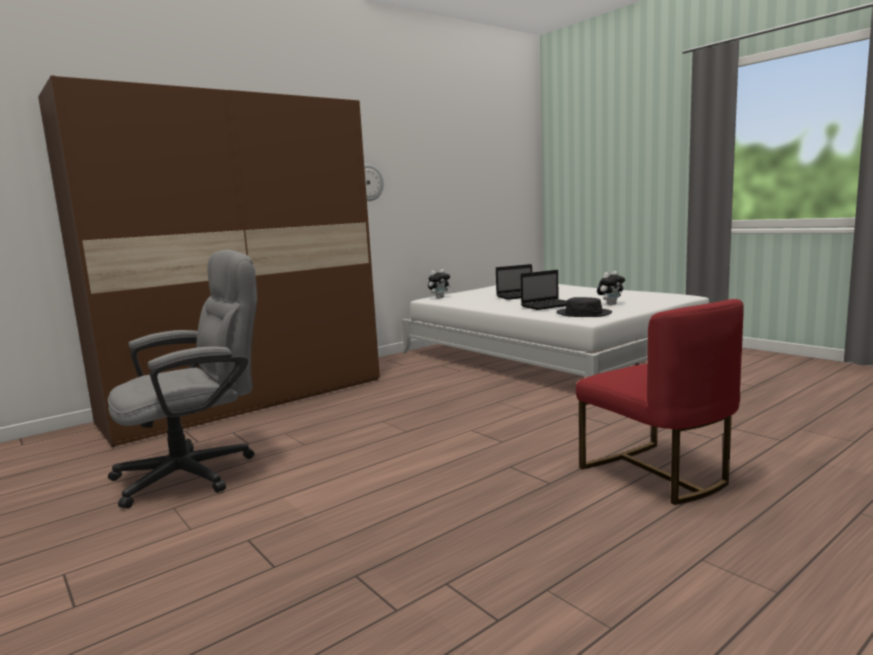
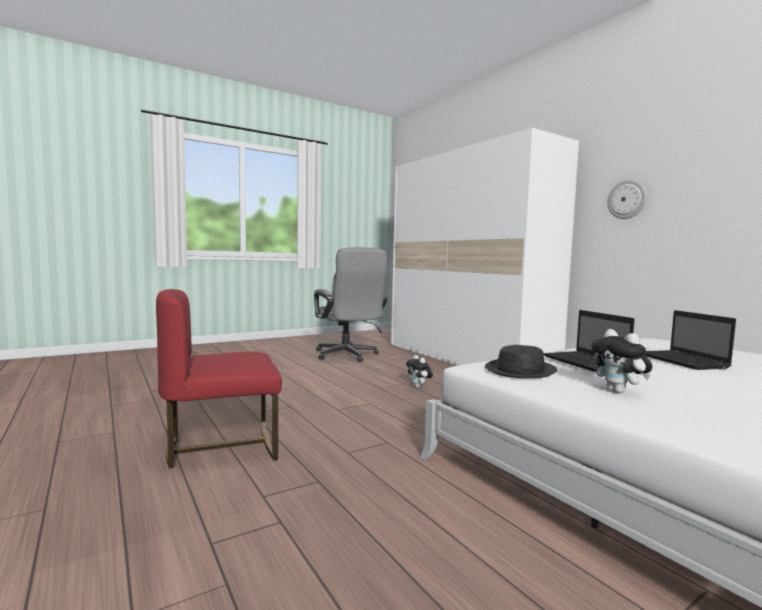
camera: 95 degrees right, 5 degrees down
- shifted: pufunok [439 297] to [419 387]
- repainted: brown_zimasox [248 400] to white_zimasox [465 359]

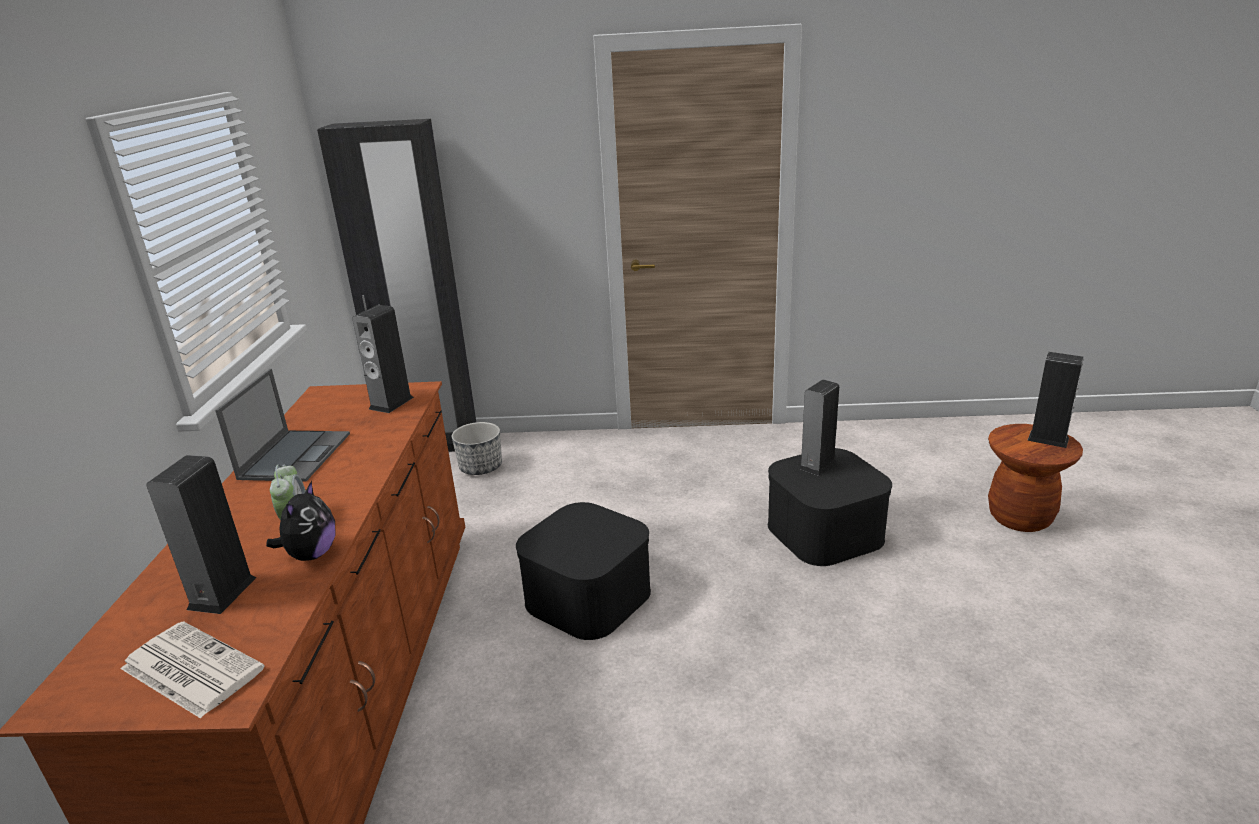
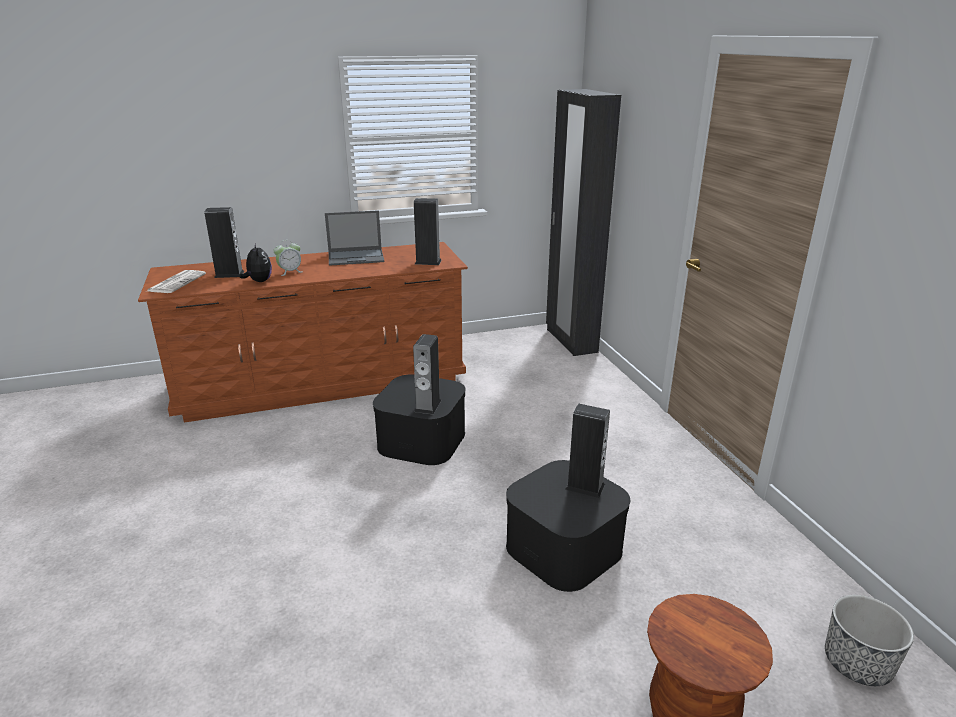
camera: 70 degrees right, 0 degrees up
- shifted: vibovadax [481 467] to [857 663]
- shifted: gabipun [1048 439] to [428 406]
- rotated: pufunok [311 554] = [259 281] 105 degrees counterclockwise

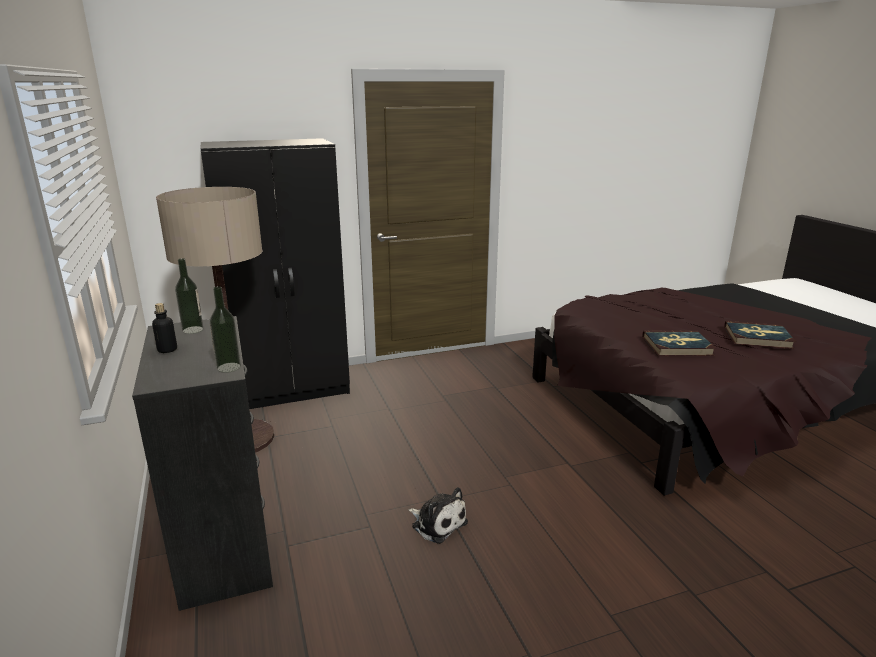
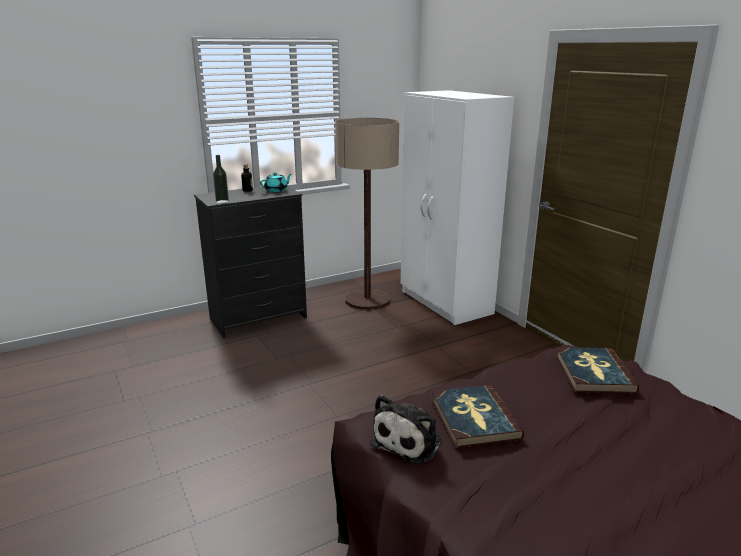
camera: 80 degrees right, 0 degrees up
- shifted: pufunok [437 523] to [409 440]
- shifted: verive [757 338] to [593 373]
- swapped: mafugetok [193 330] to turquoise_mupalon [276 190]
- repainted: black_zimasox [293 390] to white_zimasox [445 303]

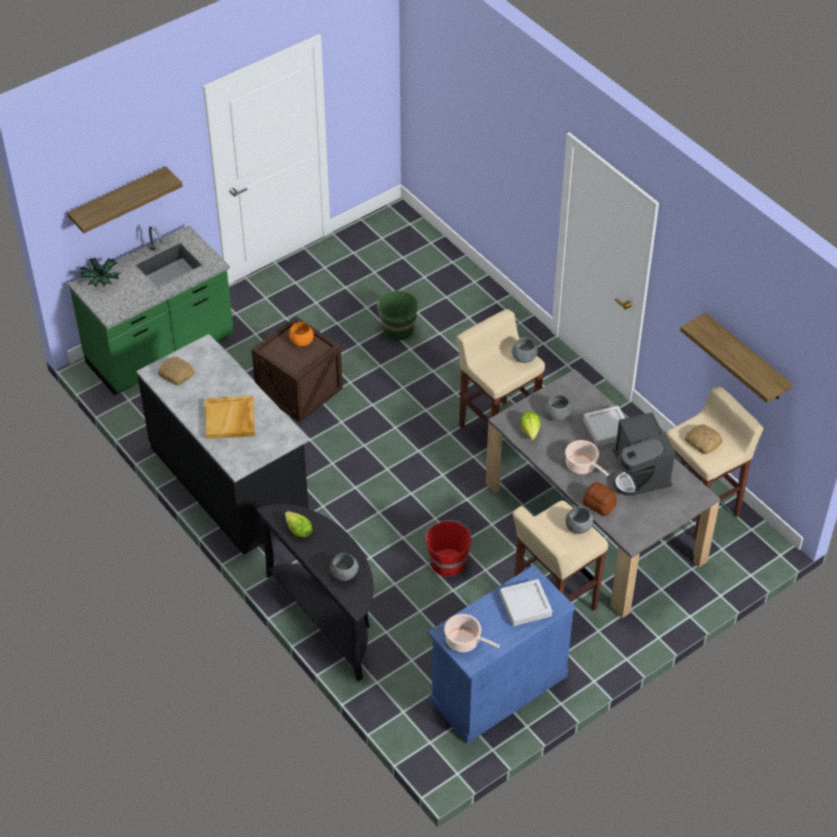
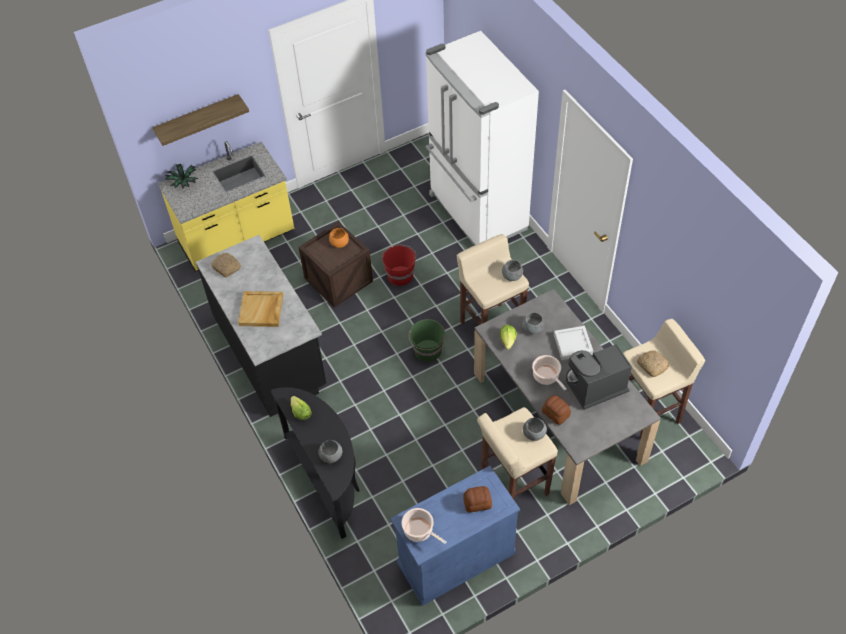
camera: 10 degrees right, 5 degrees up
- gone: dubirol [745 358]
- new: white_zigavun [476 213]
- shifted: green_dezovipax [398 329] to [428 351]
- shifted: red_dezovipax [447 561] to [400 275]
- swapped: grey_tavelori [525 605] to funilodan [477 502]
- repainted: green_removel [161 353] to yellow_removel [237 240]
- rotated: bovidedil [640 473] = [594 388] 75 degrees clockwise

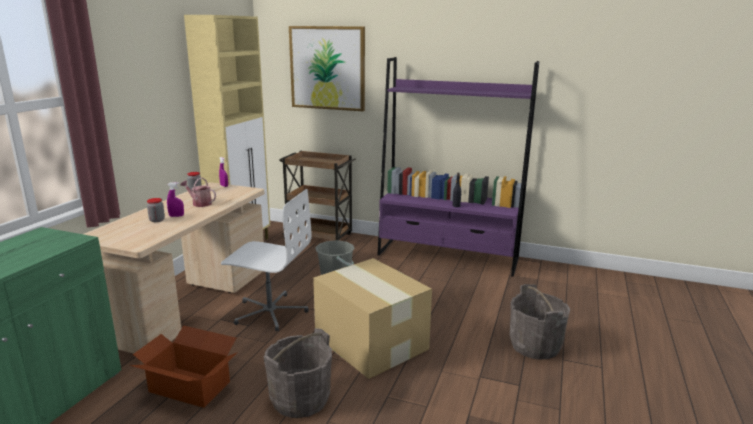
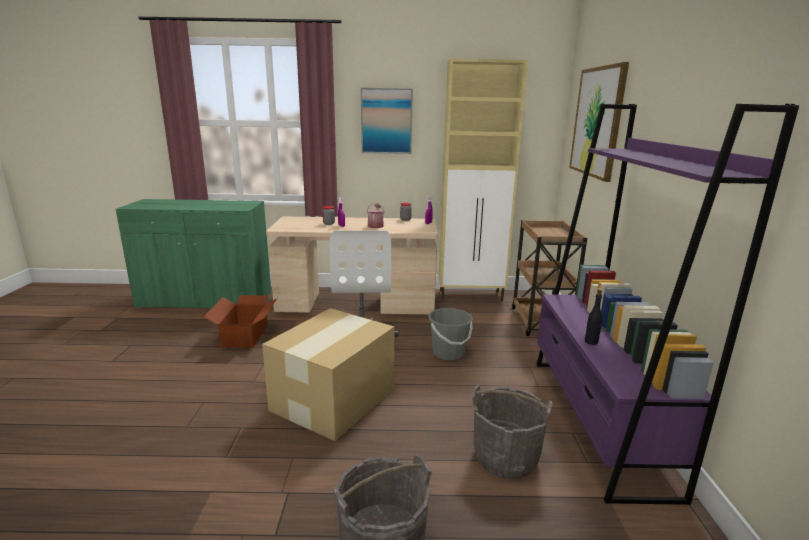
camera: 70 degrees right, 0 degrees up
- new: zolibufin [386 121]
- shifted: grey_dezovipax [300 399] to [505 457]

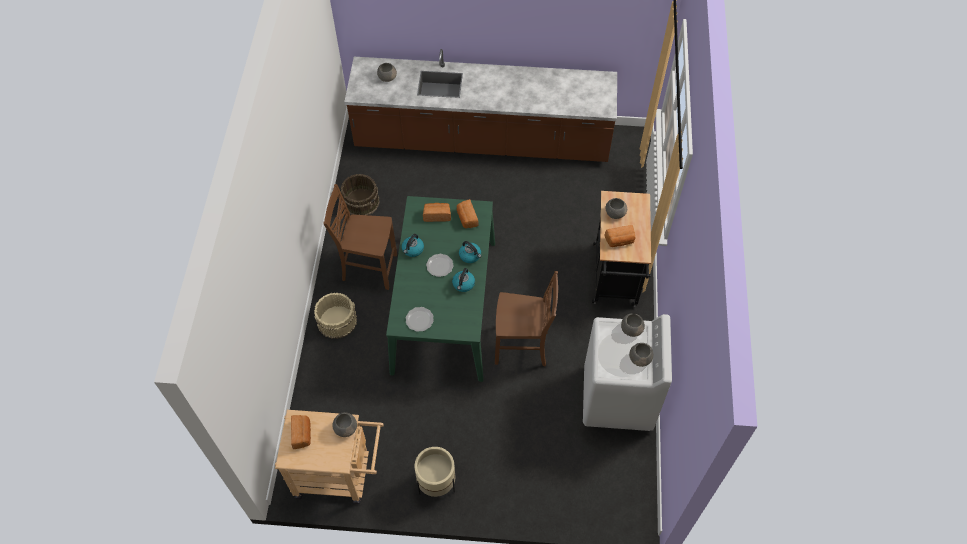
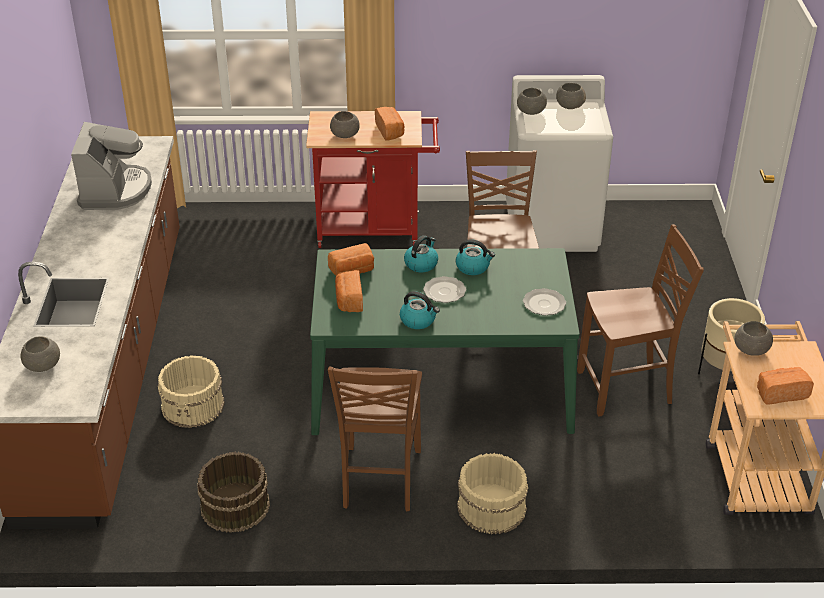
camera: 95 degrees left, 20 degrees down
- new: bovidedil [115 191]
- new: beige_dezovipax [193 405]
- new: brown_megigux [626 389]
- repainted: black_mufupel [615 279] to red_mufupel [375 230]

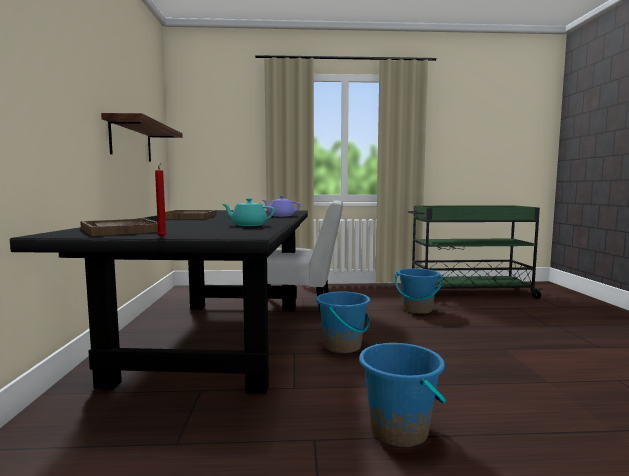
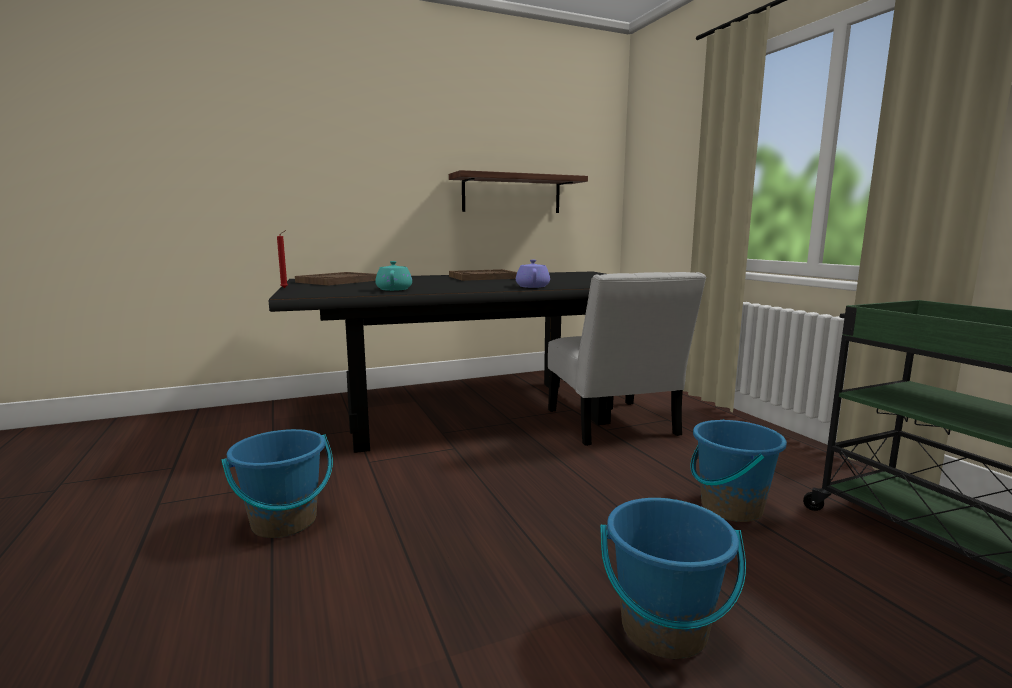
camera: 70 degrees right, 5 degrees up
- shifted: blue_dezovipax [343 346] to [664 629]

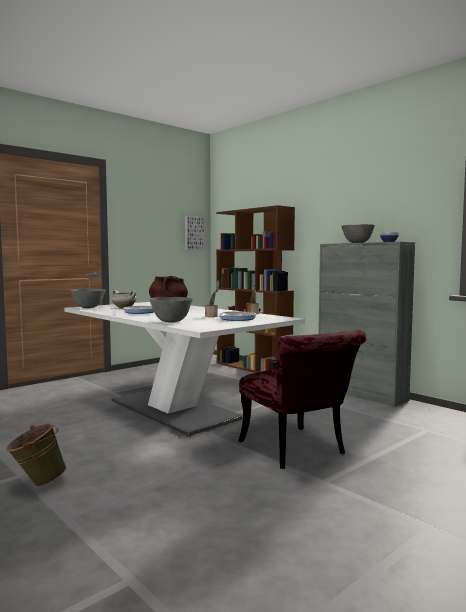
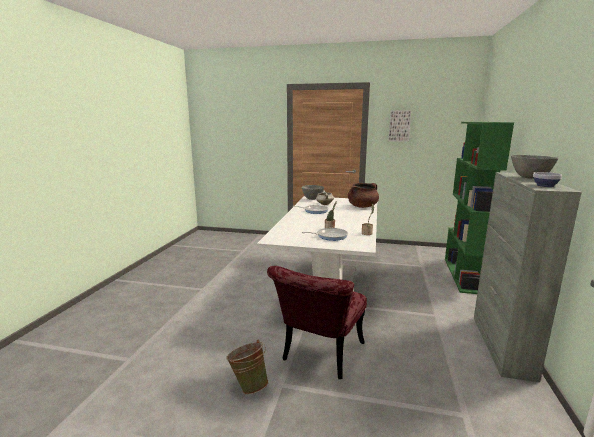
camera: 55 degrees right, 10 degrees up
- gone: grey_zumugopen [171 321]
- shifted: green_dezovipax [37 483] to [248 385]
- shifted: zolibufin [193 233] to [399 126]
- repainted: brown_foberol [253 368] to green_foberol [464 275]

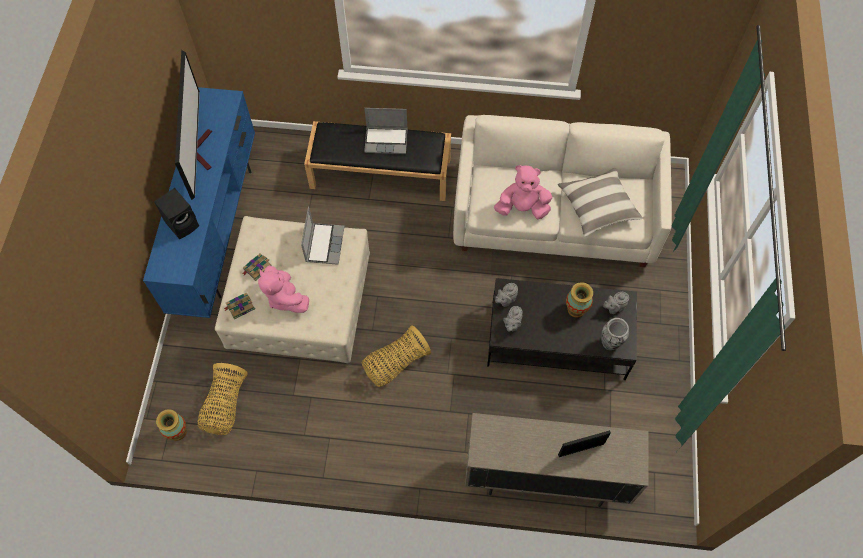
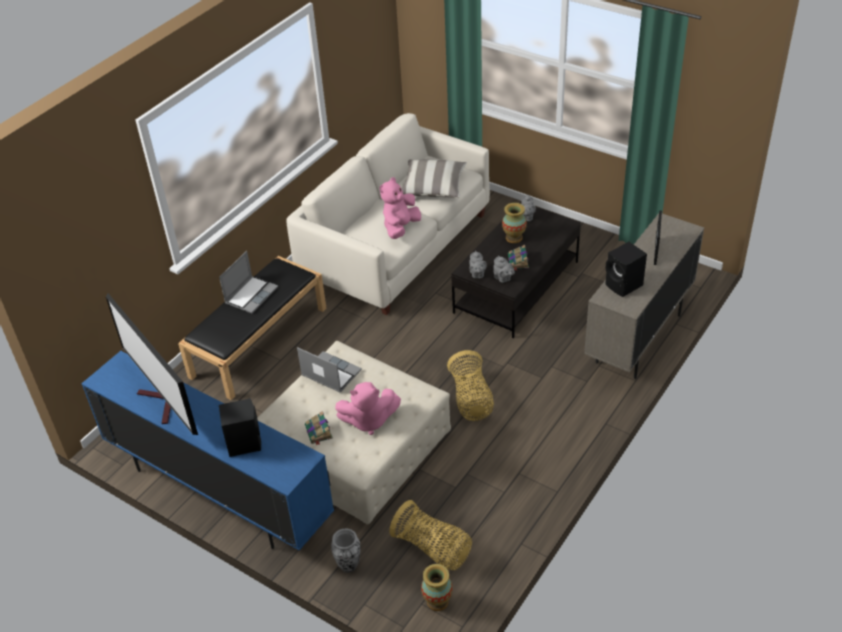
camera: 60 degrees left, 20 degrees down
- new: black_gabipun [624 286]
- shifted: verive [240 307] to [518 262]
- shifted: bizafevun [610 343] to [349 565]
- rotated: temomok [200 149] = [162 403] 150 degrees counterclockwise

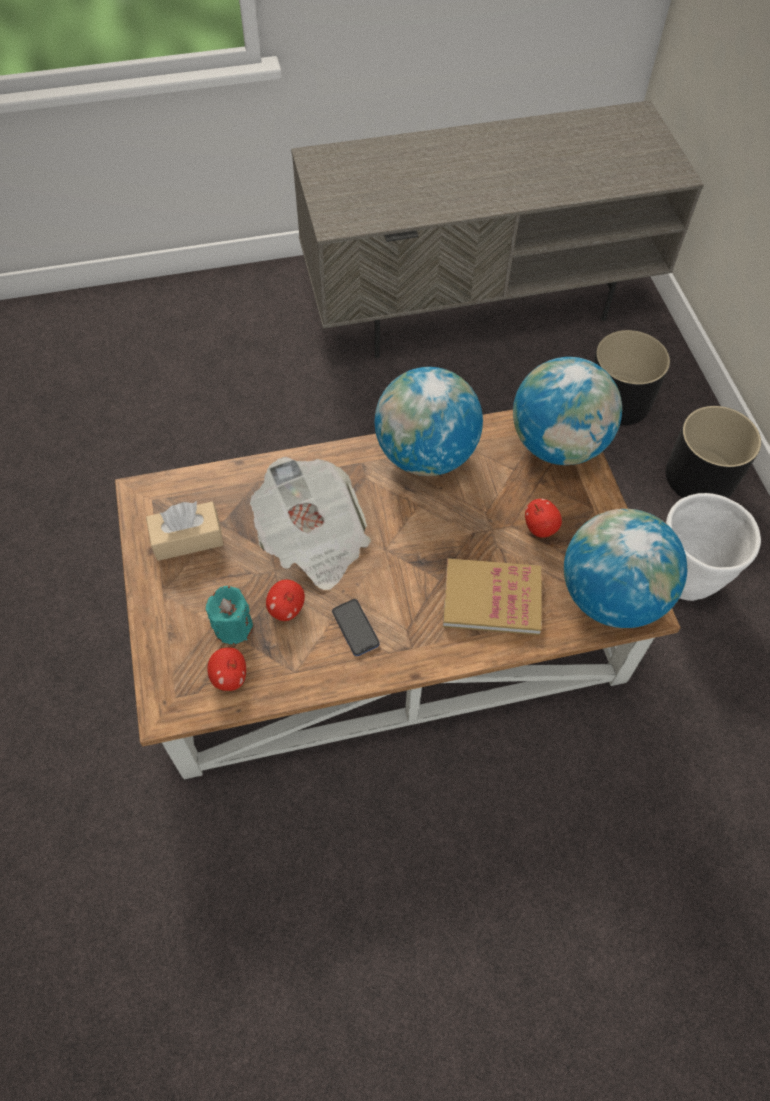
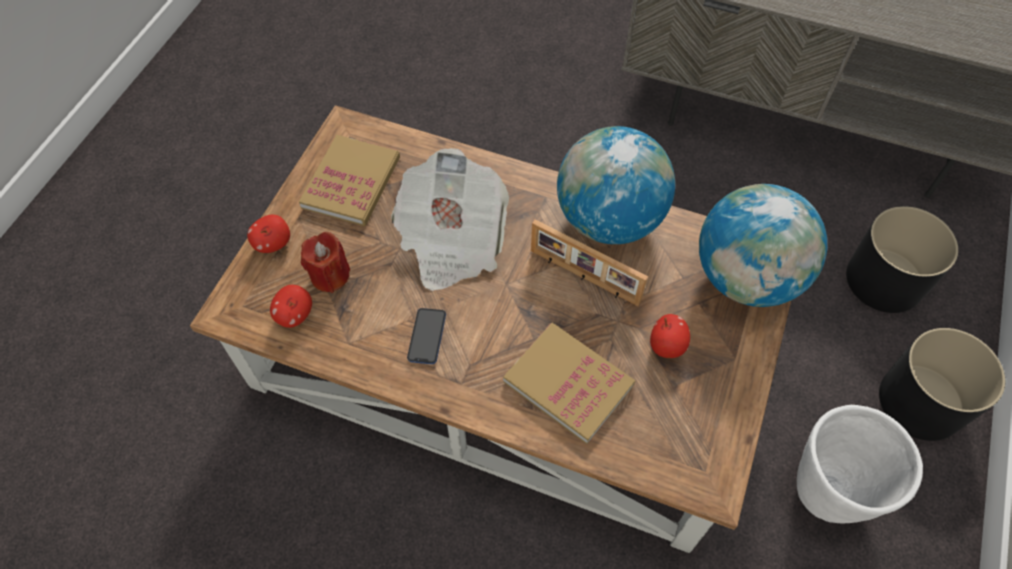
camera: 35 degrees right, 0 degrees up
- gone: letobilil [611 596]
- new: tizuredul [583 277]
- shifted: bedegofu [286 608] to [273 244]
- swapped: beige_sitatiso [187 538] to verive [351 183]
- repainted: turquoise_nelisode [233 626] to red_nelisode [330 275]

